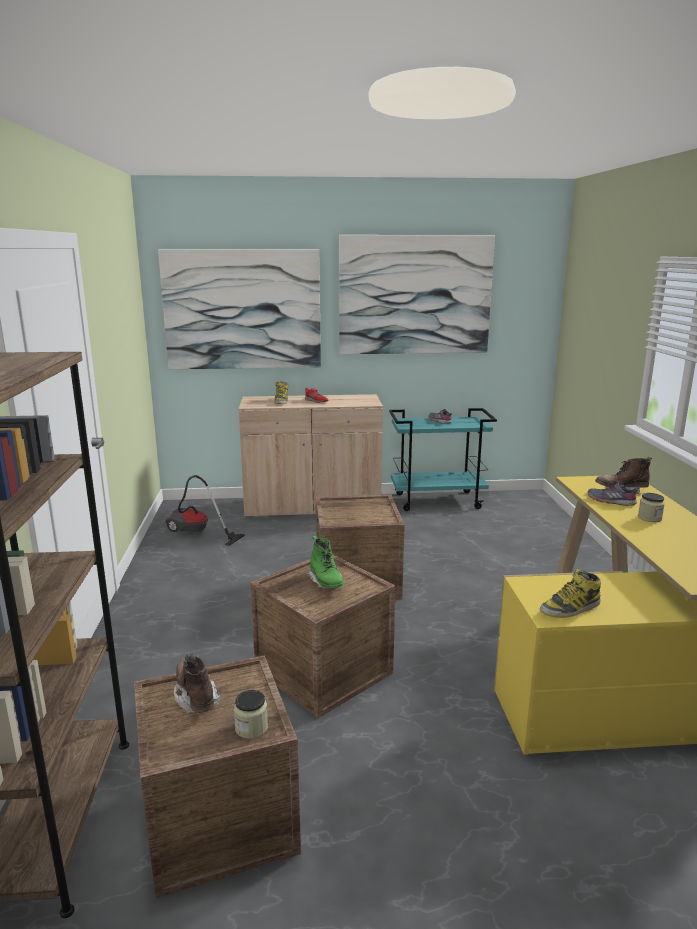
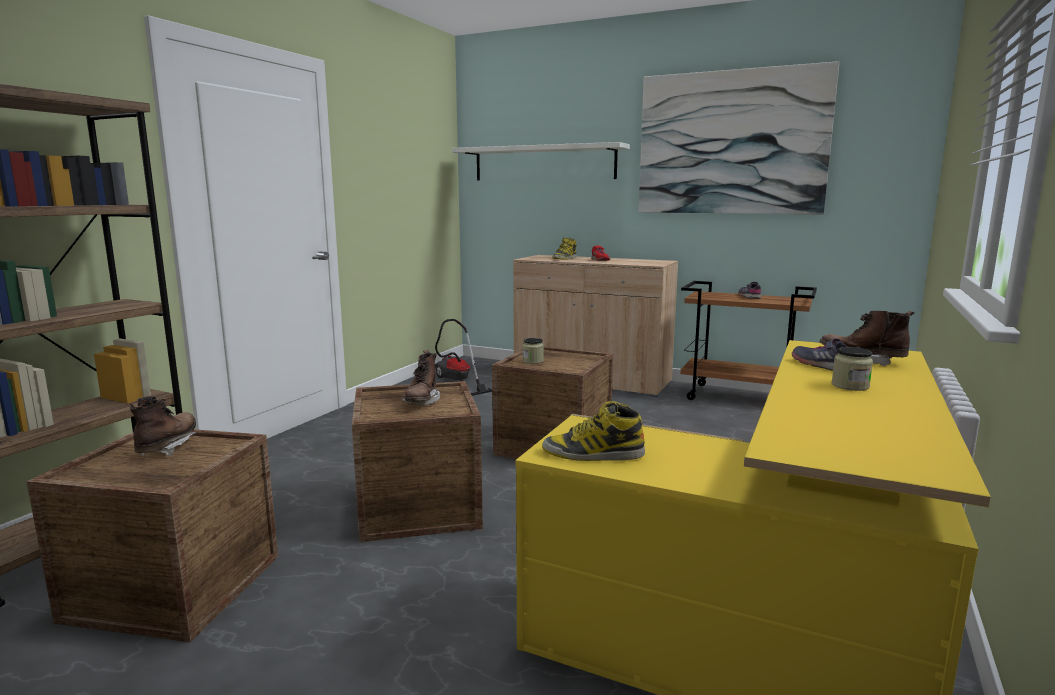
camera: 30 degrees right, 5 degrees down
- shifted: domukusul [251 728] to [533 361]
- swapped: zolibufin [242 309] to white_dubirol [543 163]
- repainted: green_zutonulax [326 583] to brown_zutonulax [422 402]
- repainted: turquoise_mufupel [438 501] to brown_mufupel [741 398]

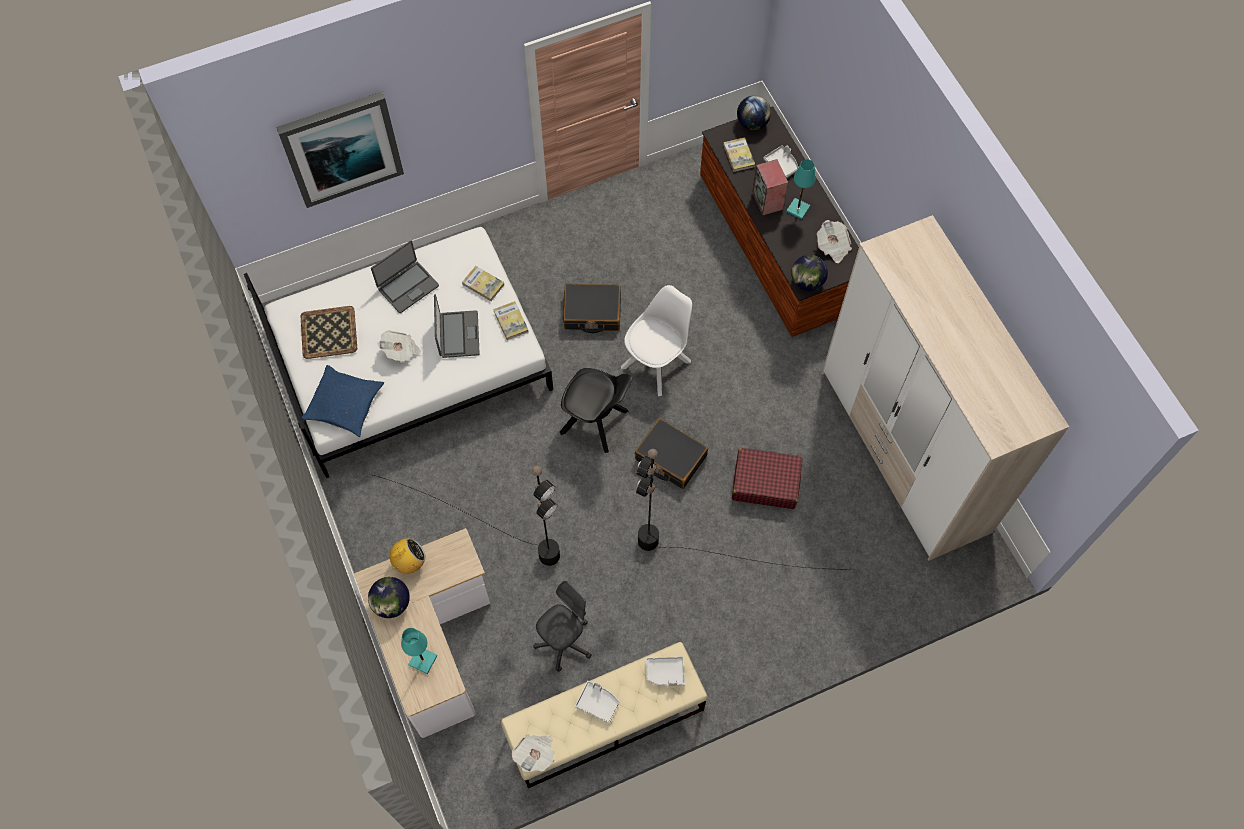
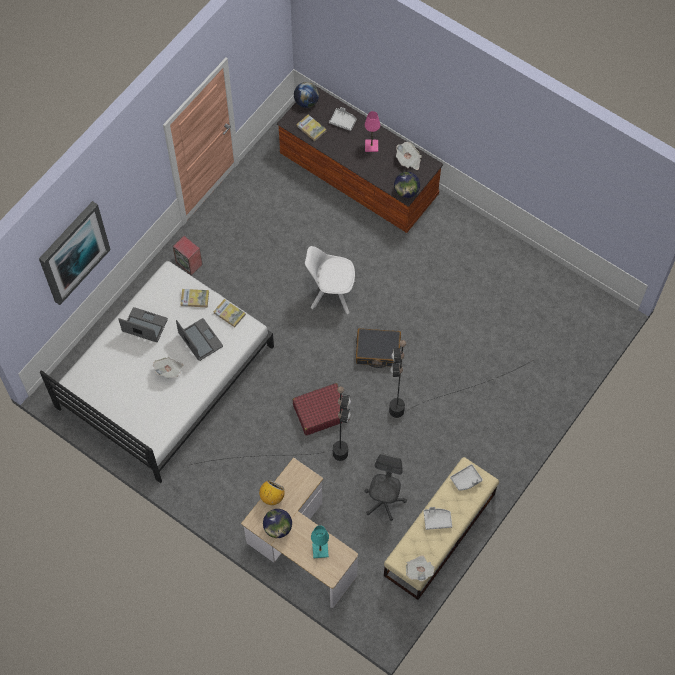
camera: 30 degrees left, 0 degrees up
- gone: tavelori [328 333]
- gone: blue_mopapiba [345 404]
- gone: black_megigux [596 423]
- gone: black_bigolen [592 312]
- gone: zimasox [904 451]
- shifted: red_bigolen [765 482] to [320 412]
- shifted: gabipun [768 201] to [189 263]
- repainted: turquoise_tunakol [798 209] to pink_tunakol [371 146]
- rotated: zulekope [407 287] = [144 326] 90 degrees counterclockwise
- rotated: white_megigux [657 363] = [331 294] 90 degrees counterclockwise

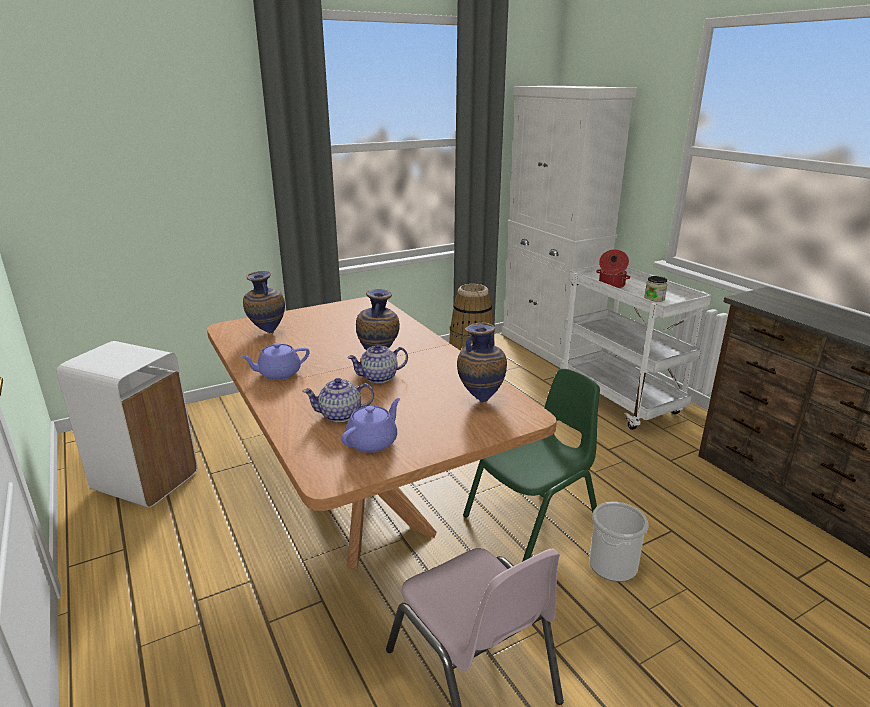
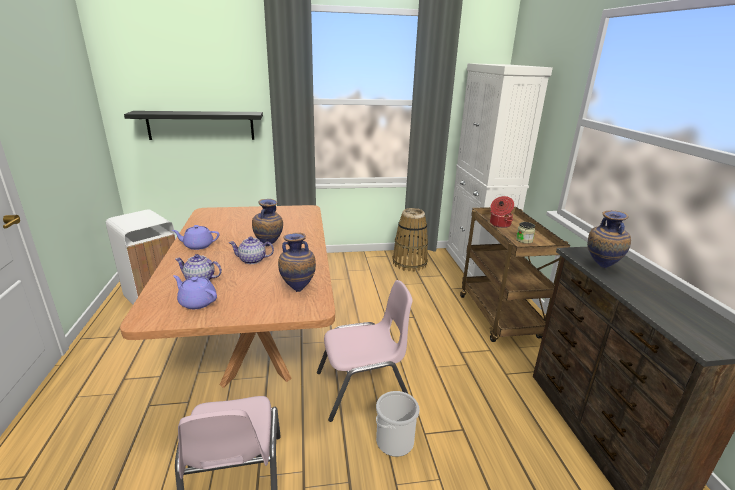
camera: 20 degrees right, 0 degrees up
- new: black_dubirol [201 125]
- shifted: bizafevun [267 333] to [600 267]
- repainted: green_megigux [533 519] to pink_megigux [363 388]
- repainted: white_mufupel [620 401] to brown_mufupel [500 318]
- rotated: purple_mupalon [373 442] = [197 302] 120 degrees counterclockwise

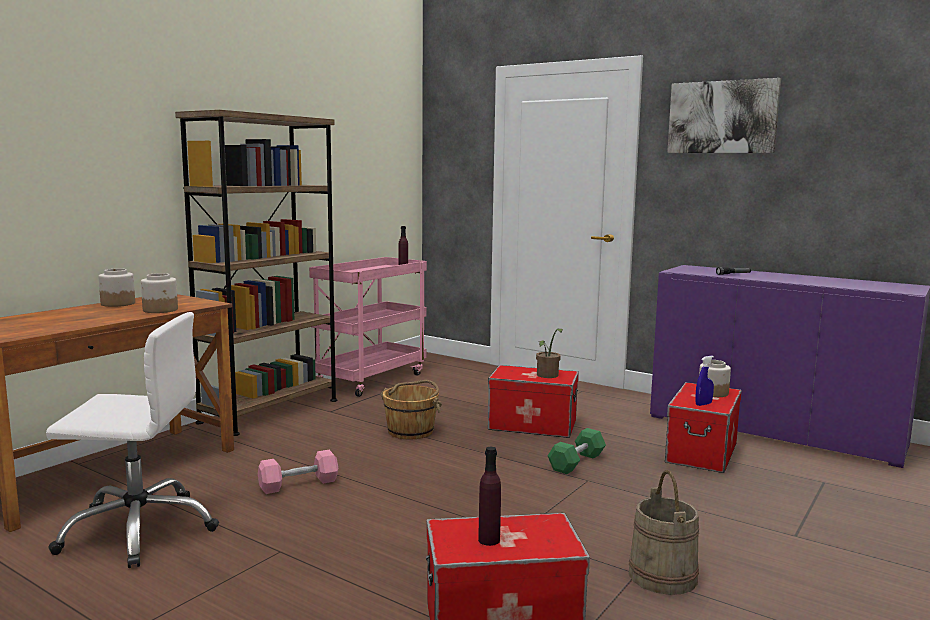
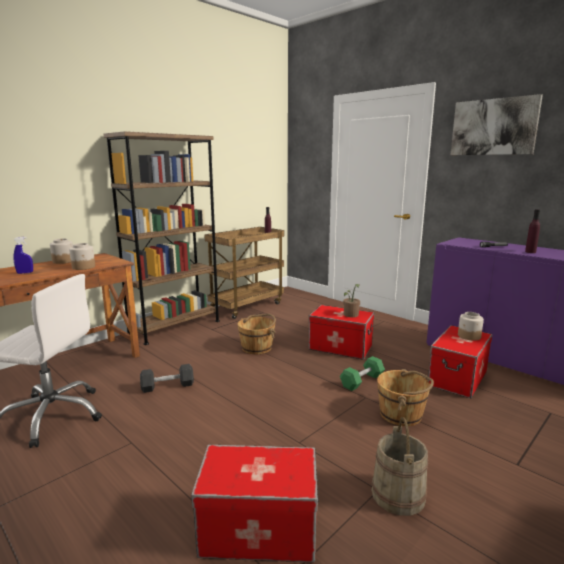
camera: 10 degrees right, 5 degrees up
- new: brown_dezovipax [401 414]
- shifted: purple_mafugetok [489 540] to [530 252]
- shifted: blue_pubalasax [703 404] to [25 273]
- repainted: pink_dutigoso [298 484] to black_dutigoso [167 386]
- repainted: pink_mufupel [371 379] to brown_mufupel [247 306]

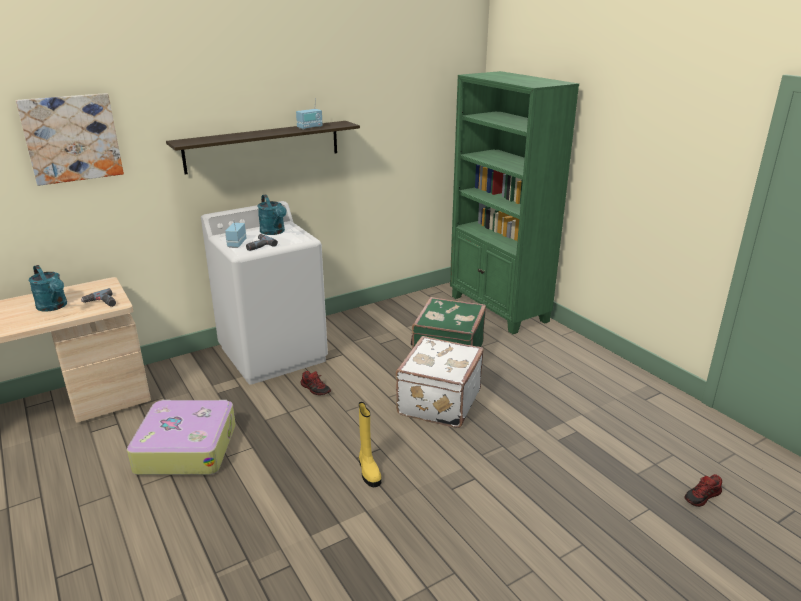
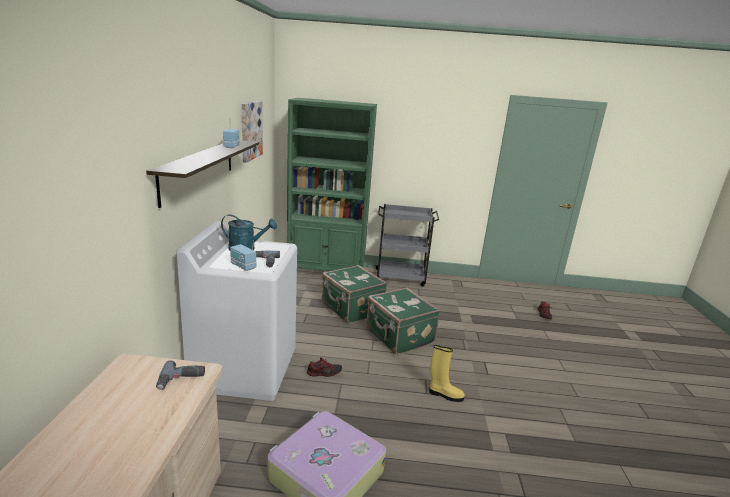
camera: 55 degrees left, 5 degrees down
- gone: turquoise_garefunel [54 307]
- new: grey_mufupel [401 277]
- shifted: zolibufin [72 138] to [250 130]
- repainted: white_bigolen [437 402] to green_bigolen [399 337]

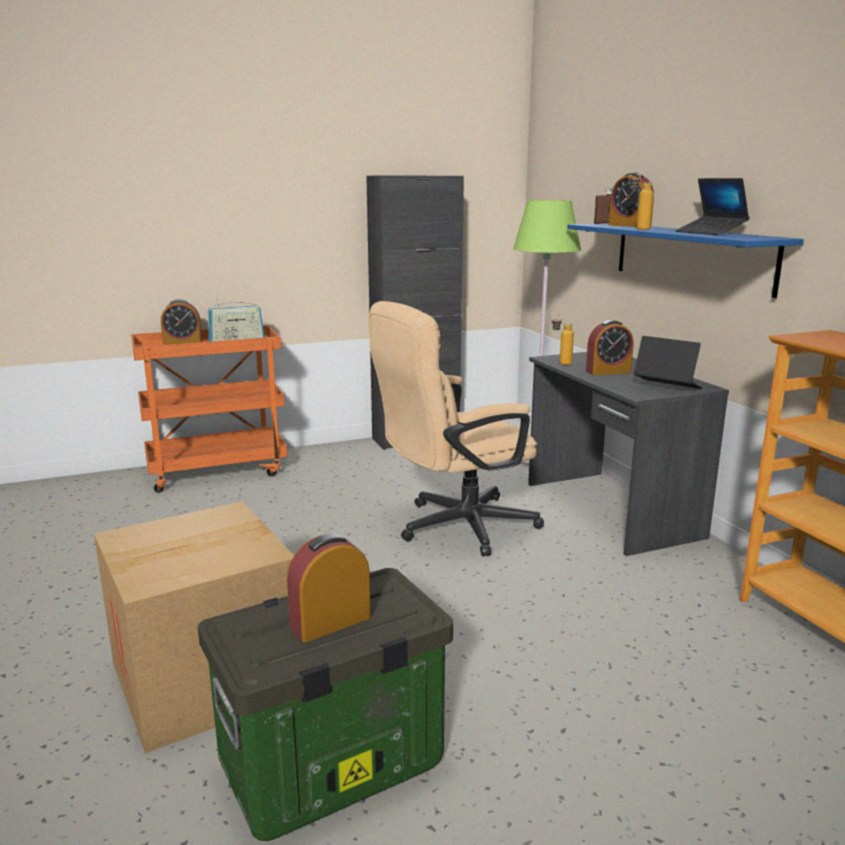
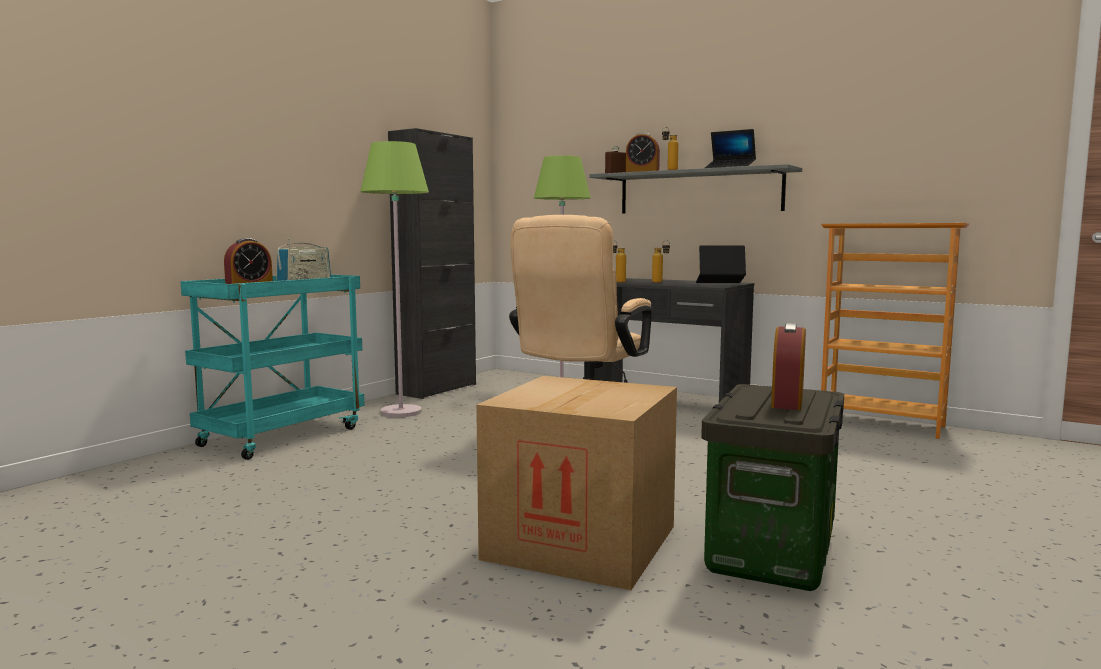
camera: 35 degrees left, 10 degrees down
- new: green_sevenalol [400 412]
- swapped: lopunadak [608 372] to mafugetok [660 282]
- repainted: orange_mufupel [218 471] to turquoise_mufupel [283 436]
- repainted: blue_dubirol [690 256] to grey_dubirol [699 192]

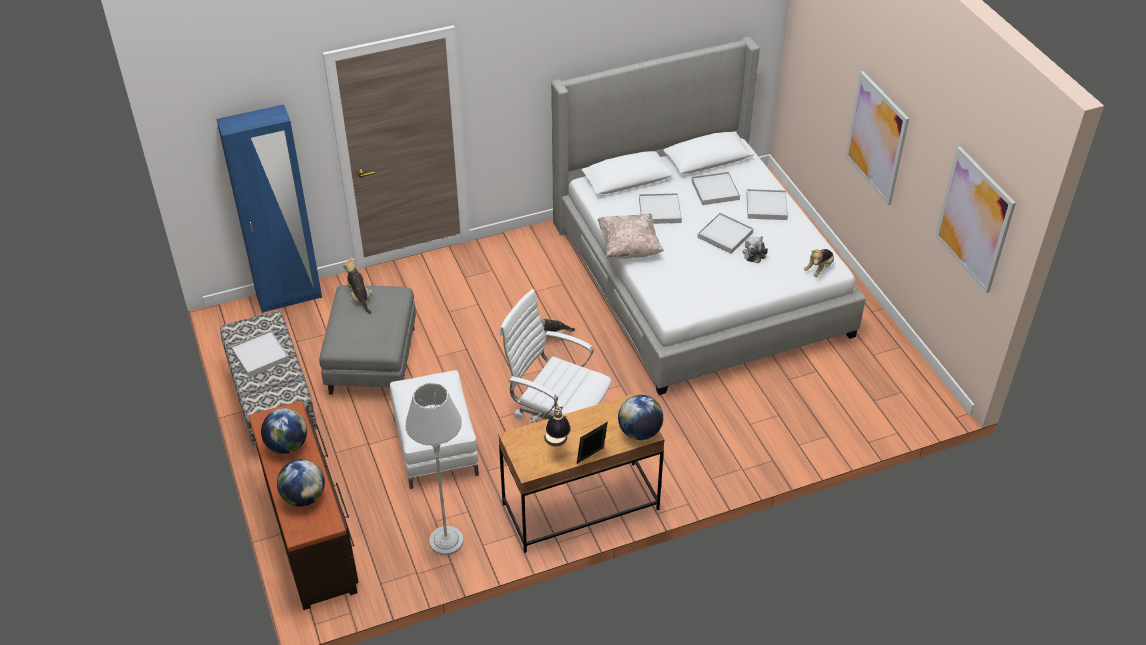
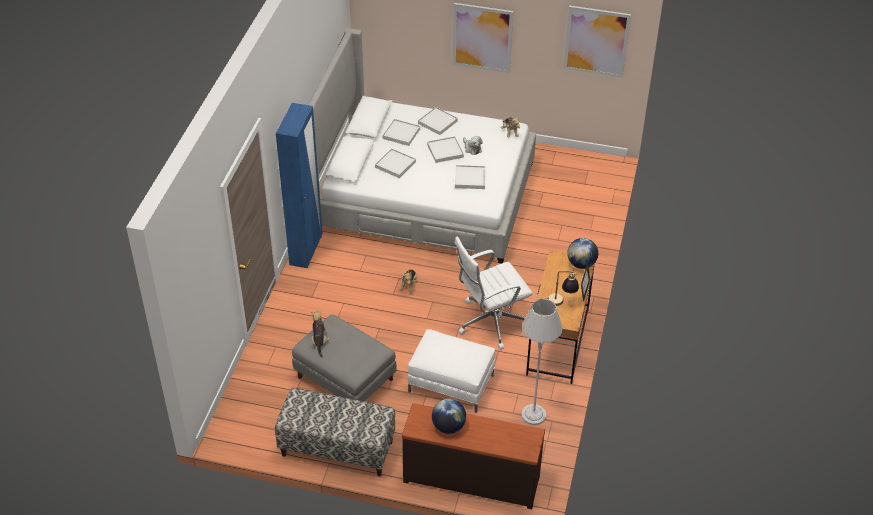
camera: 55 degrees left, 0 degrees up
- gone: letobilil [304 497]
- gone: beige_mopapiba [629 248]
- shifted: blue_zimasox [289 298] to [306 251]
- shifted: white_tavelori [260 355] to [470 178]
- rotated: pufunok [359 297] = [319 341] 75 degrees clockwise

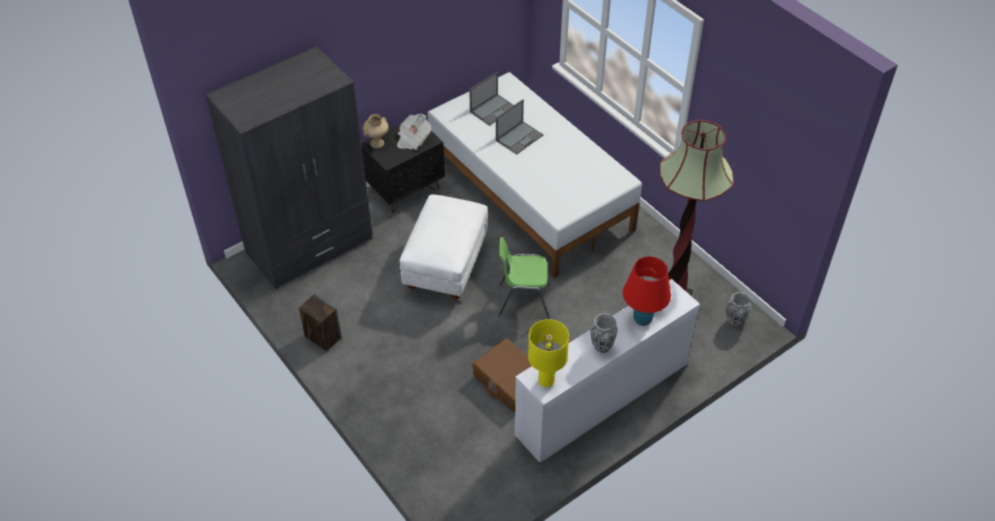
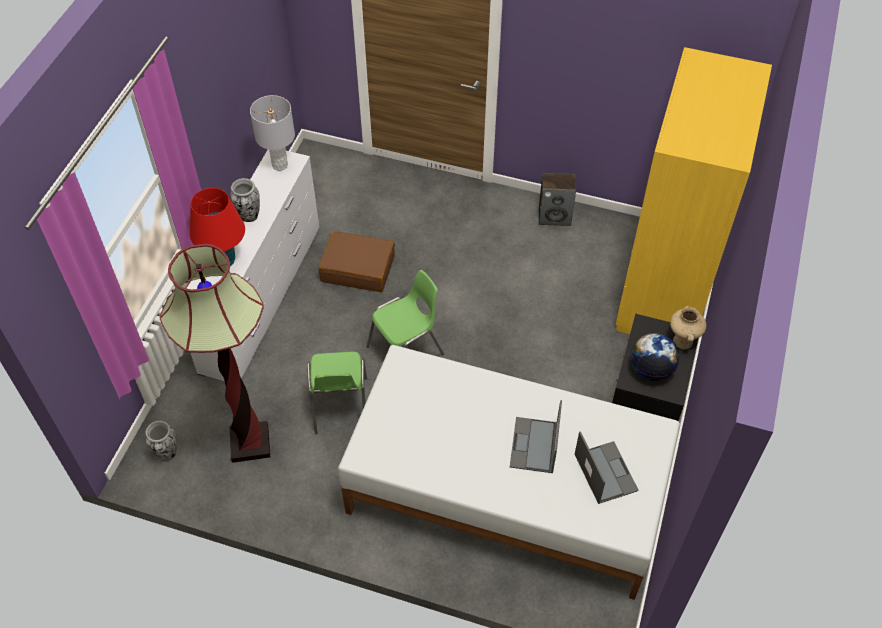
camera: 145 degrees right, 5 degrees up
- gone: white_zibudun [445 266]
- new: green_megigux [340 406]
- swapped: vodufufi [413 139] to letobilil [651 369]
- repainted: grey_zimasox [310 246] to yellow_zimasox [664 288]
- repainted: yellow_tunakol [546 381] to grey_tunakol [279 165]
- rotated: zulekope [493 109] = [605 472] 150 degrees clockwise

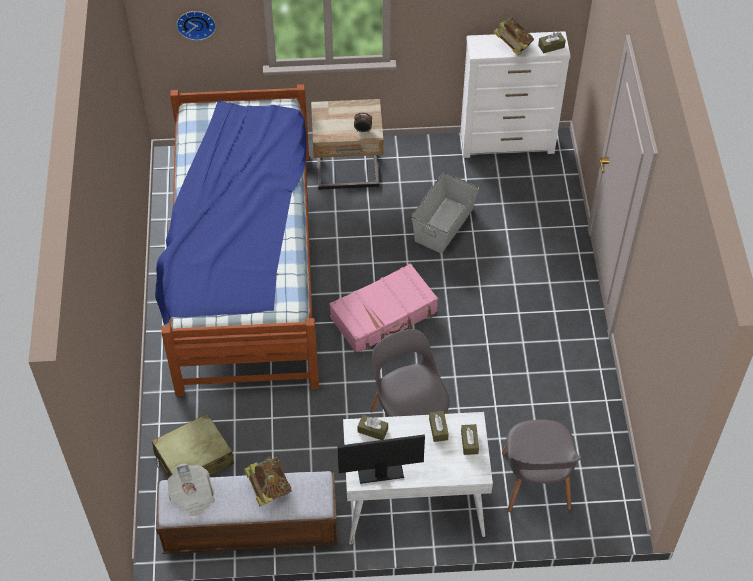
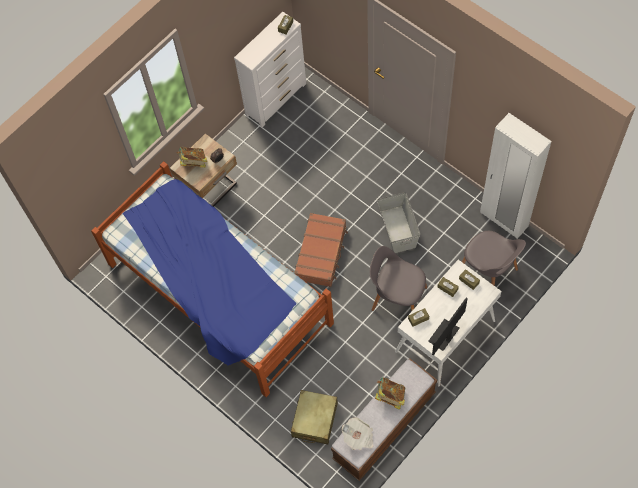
camera: 40 degrees left, 10 degrees up
- gone: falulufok [196 23]
- new: white_zimasox [503 220]
- shifted: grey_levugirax [443 225] to [397 229]
- shifted: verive [512 46] to [193 162]
- repainted: pink_bigolen [384 316] to brown_bigolen [321 253]

